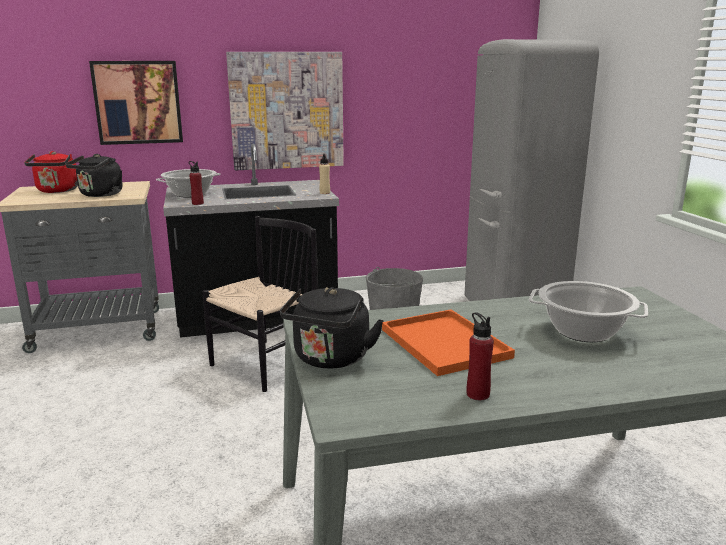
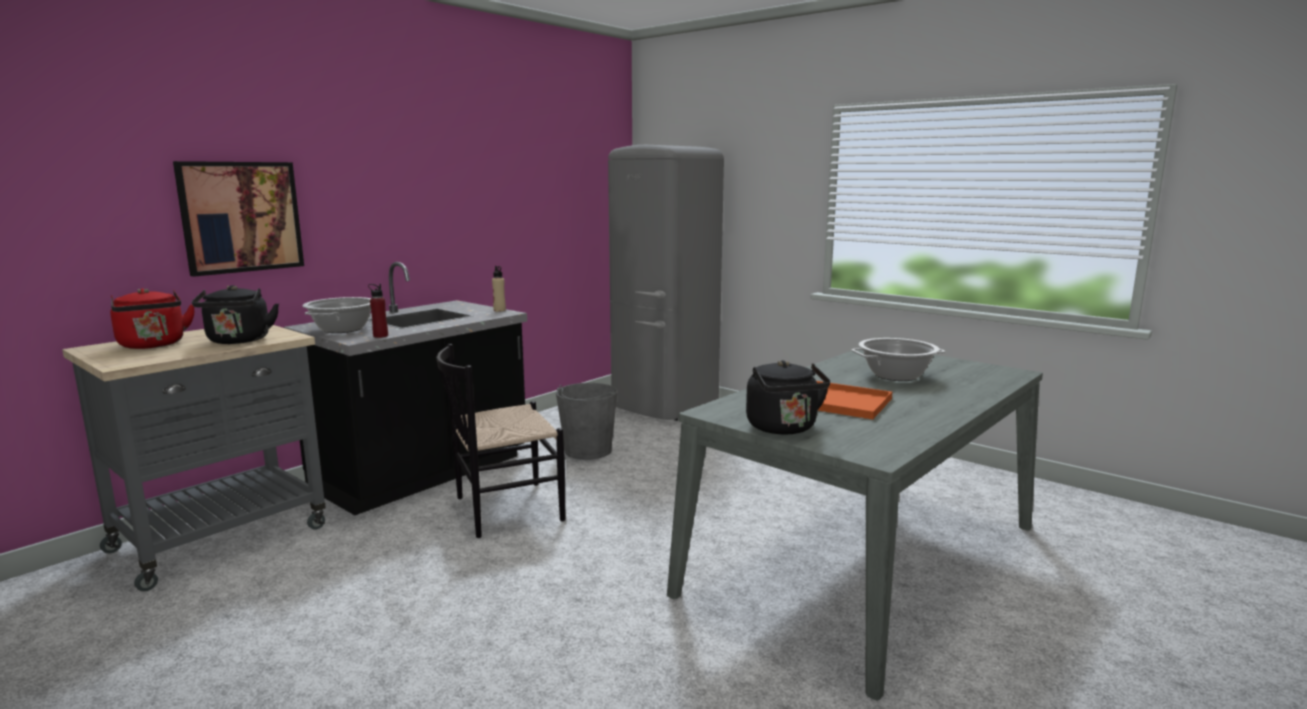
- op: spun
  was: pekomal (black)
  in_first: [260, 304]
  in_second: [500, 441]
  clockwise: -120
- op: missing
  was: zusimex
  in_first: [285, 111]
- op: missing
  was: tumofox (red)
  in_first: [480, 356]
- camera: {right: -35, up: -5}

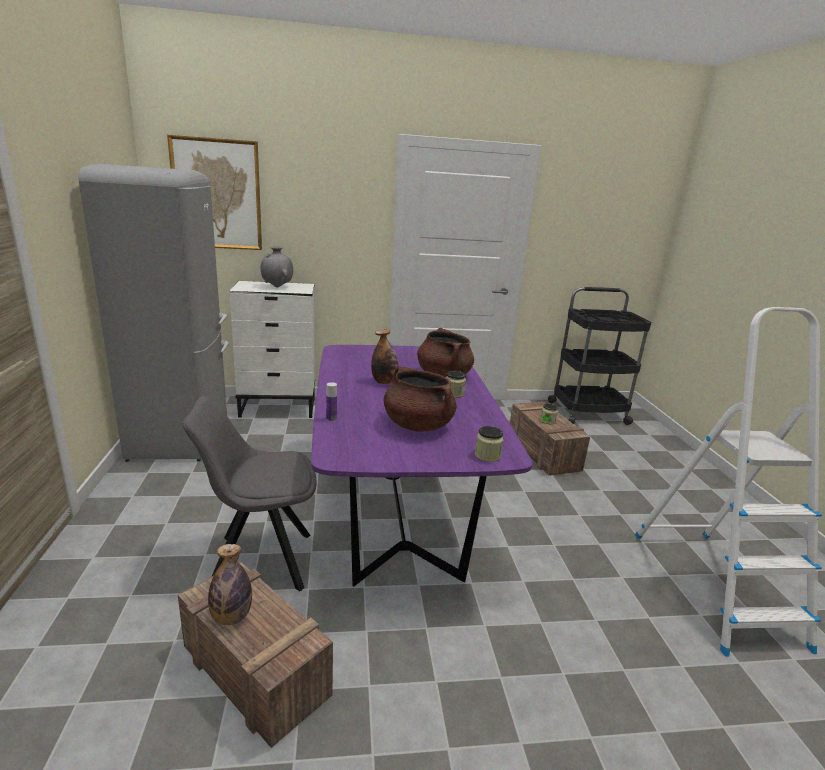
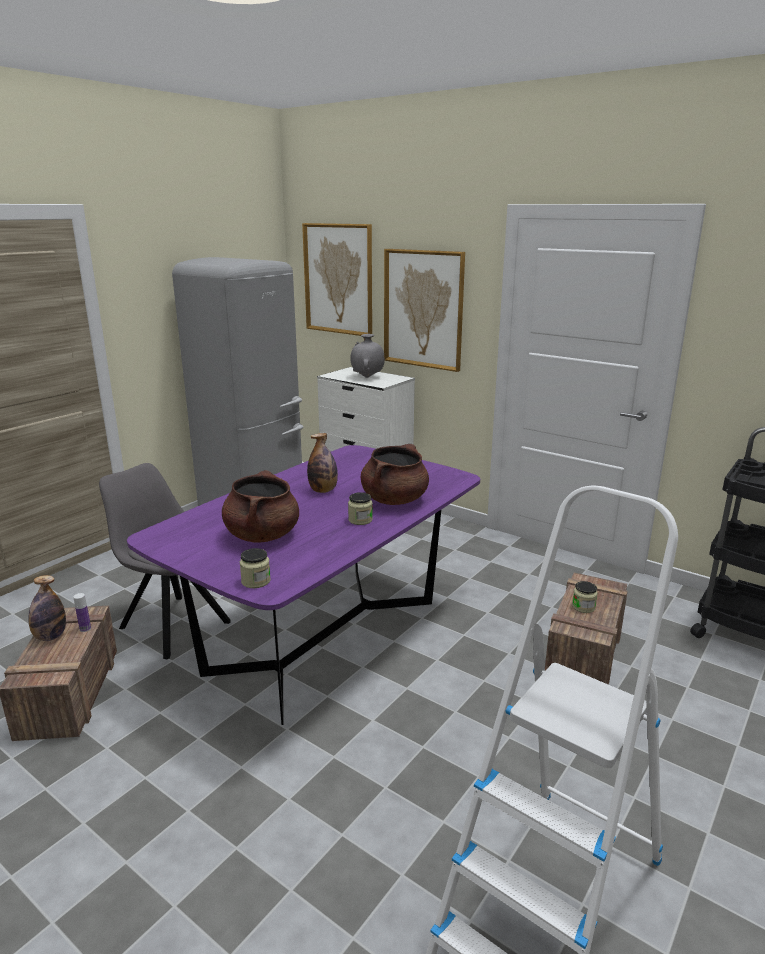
- op: relocated
  was: tumofox
  in_first: [331, 402]
  in_second: [82, 612]
- op: appeared
  now: zusimex
  in_second: [424, 310]
- camera: {right: 45, up: 0}

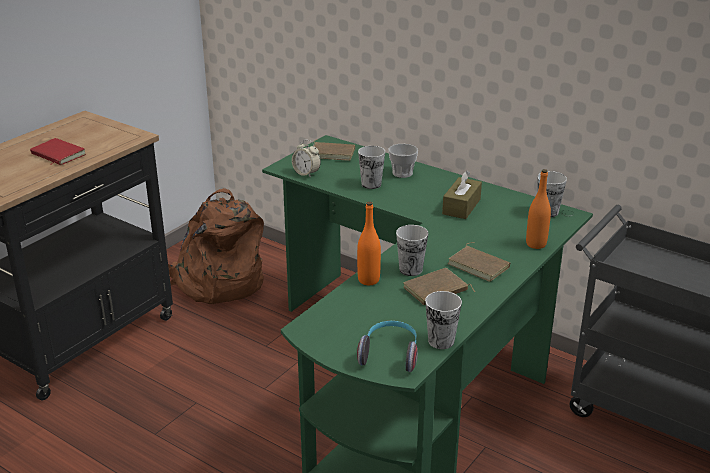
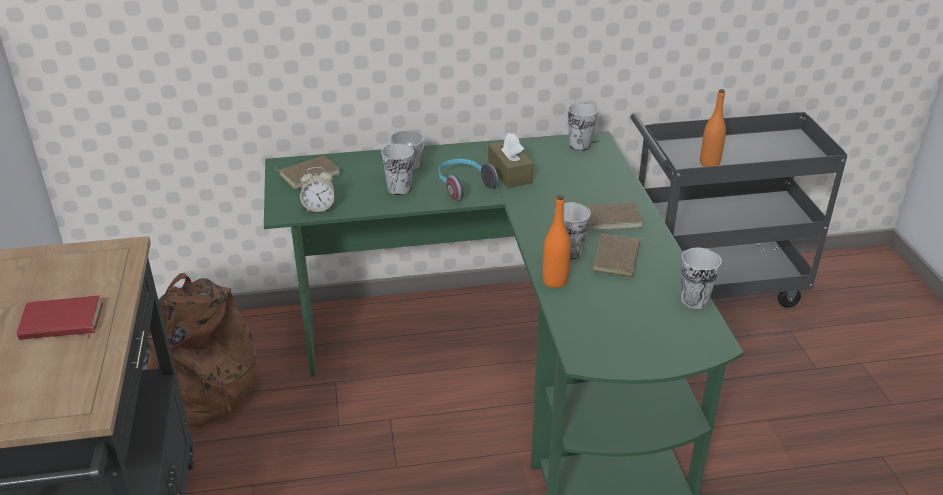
- op: relocated
  was: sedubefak
  in_first: [387, 346]
  in_second: [468, 180]
- op: relocated
  was: tumofox (orange)
  in_first: [538, 209]
  in_second: [713, 128]
- camera: {right: -45, up: 5}

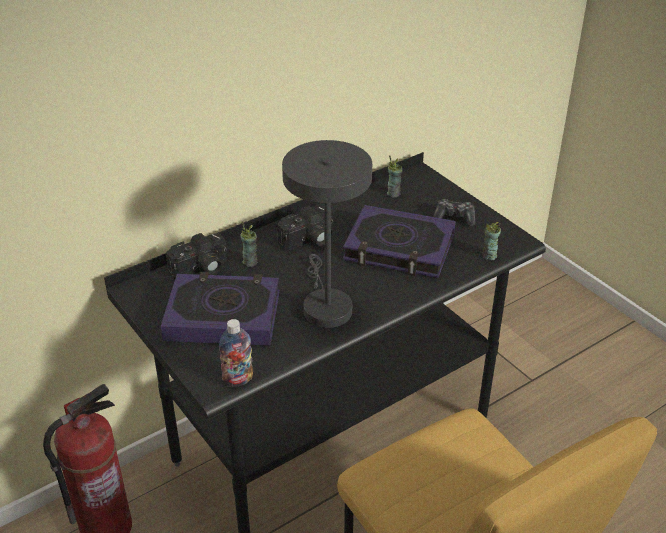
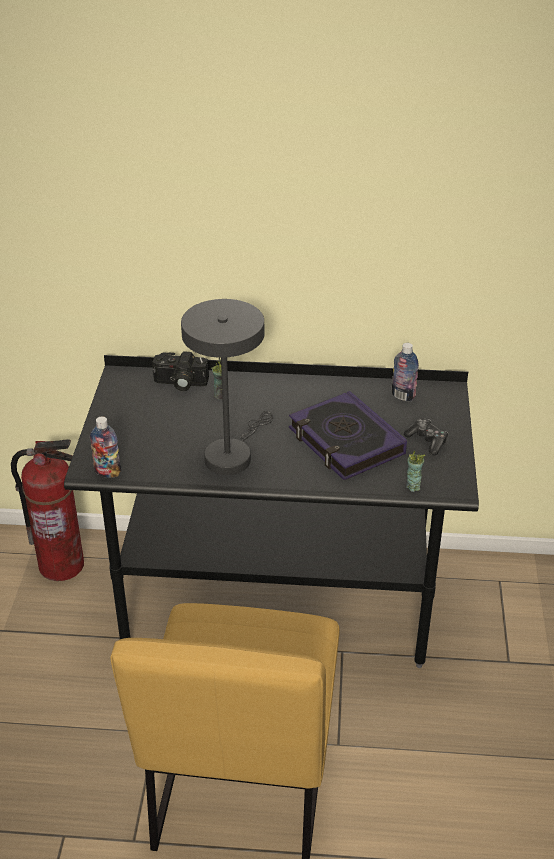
- op: missing
  was: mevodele
  in_first: [220, 309]
- op: missing
  was: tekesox
  in_first: [305, 228]
- op: exchanged
  was: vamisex
  now: tumofox
  in_first: [395, 176]
  in_second: [405, 372]
- camera: {right: 40, up: 0}

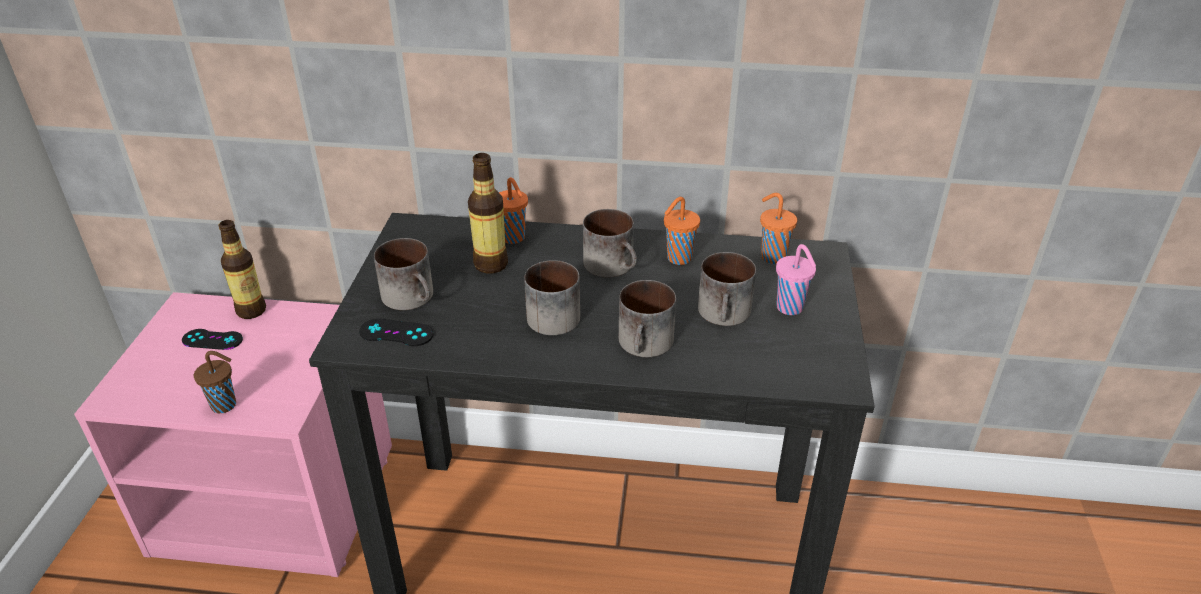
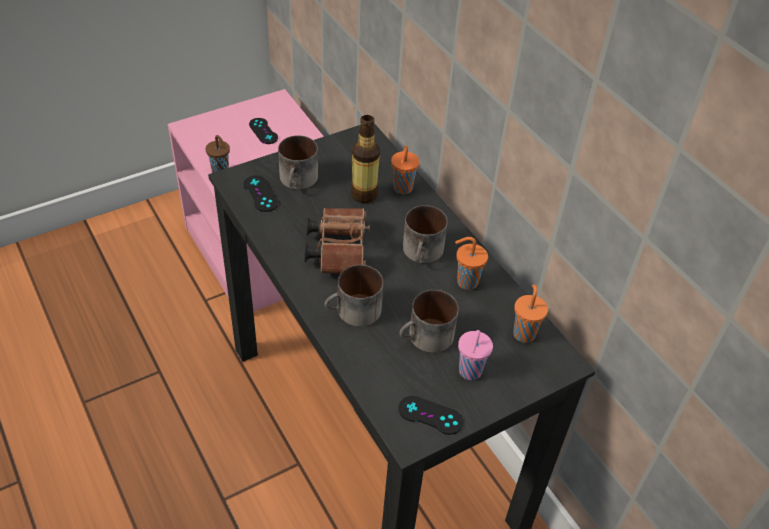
- op: missing
  was: tumofox
  in_first: [242, 269]
- op: exchanged
  was: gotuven
  now: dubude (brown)
  in_first: [552, 297]
  in_second: [337, 241]
- op: appeared
  now: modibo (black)
  in_second: [430, 415]
- camera: {right: 50, up: 10}

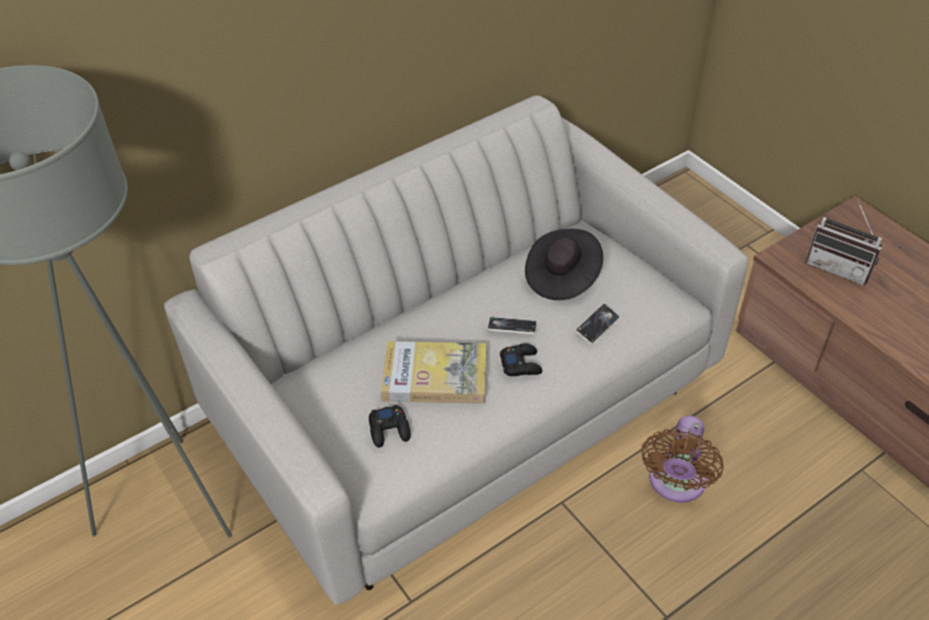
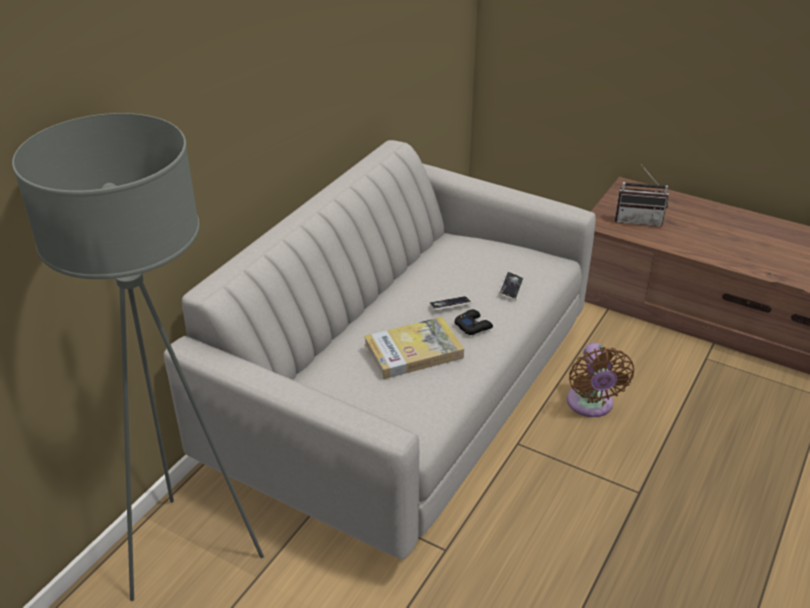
- op: missing
  was: modibo (black)
  in_first: [390, 426]
- op: missing
  was: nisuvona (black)
  in_first: [564, 264]
- camera: {right: -25, up: -10}

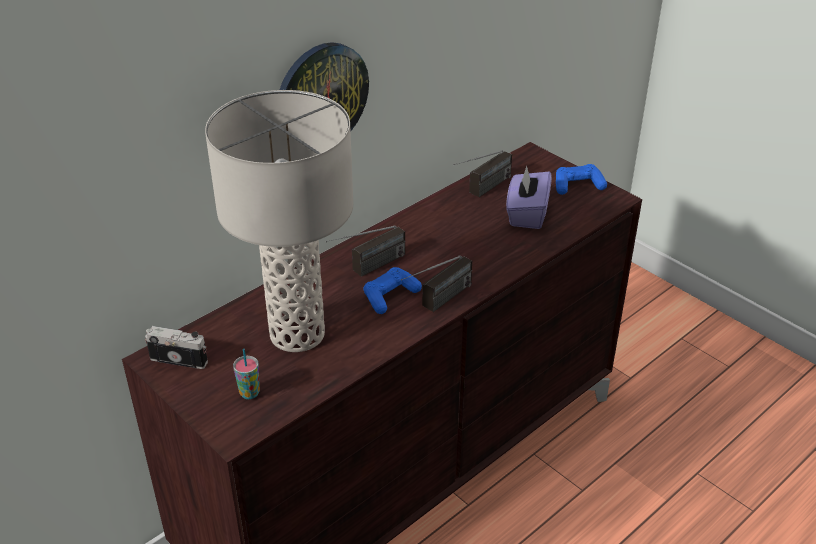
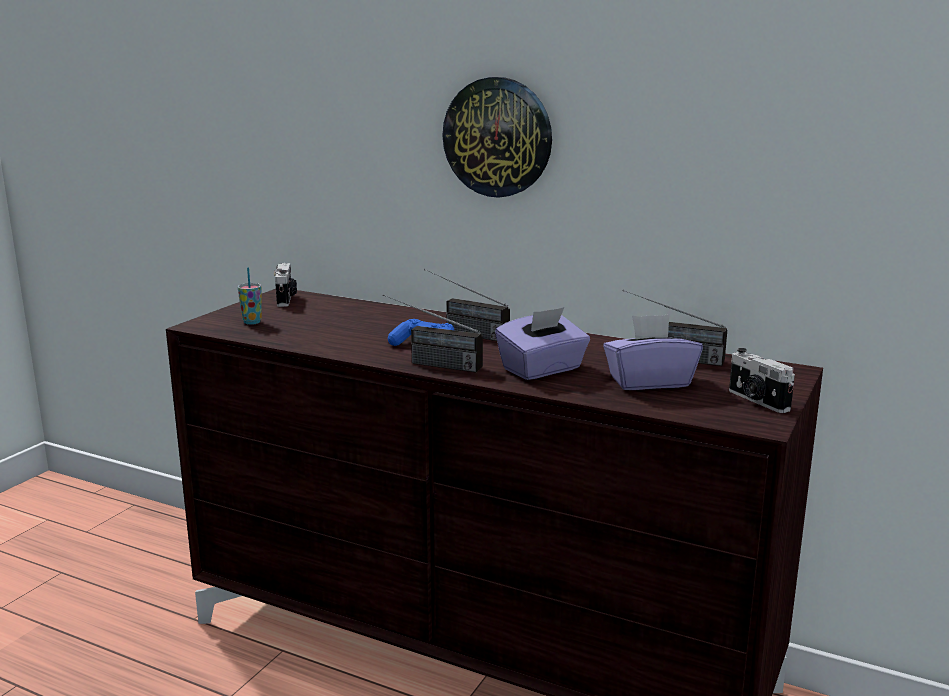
- op: missing
  was: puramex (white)
  in_first: [279, 221]
- op: exchanged
  was: modibo (blue)
  now: tekesox
  in_first: [581, 179]
  in_second: [762, 380]
- op: appeared
  now: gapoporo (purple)
  in_second: [542, 343]
- camera: {right: 70, up: -20}

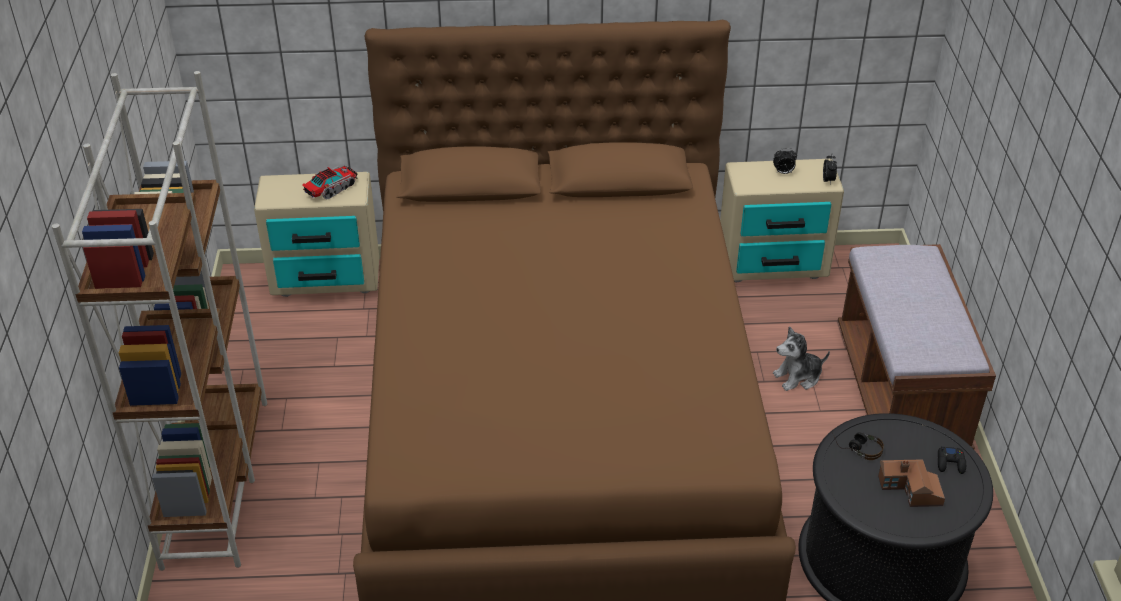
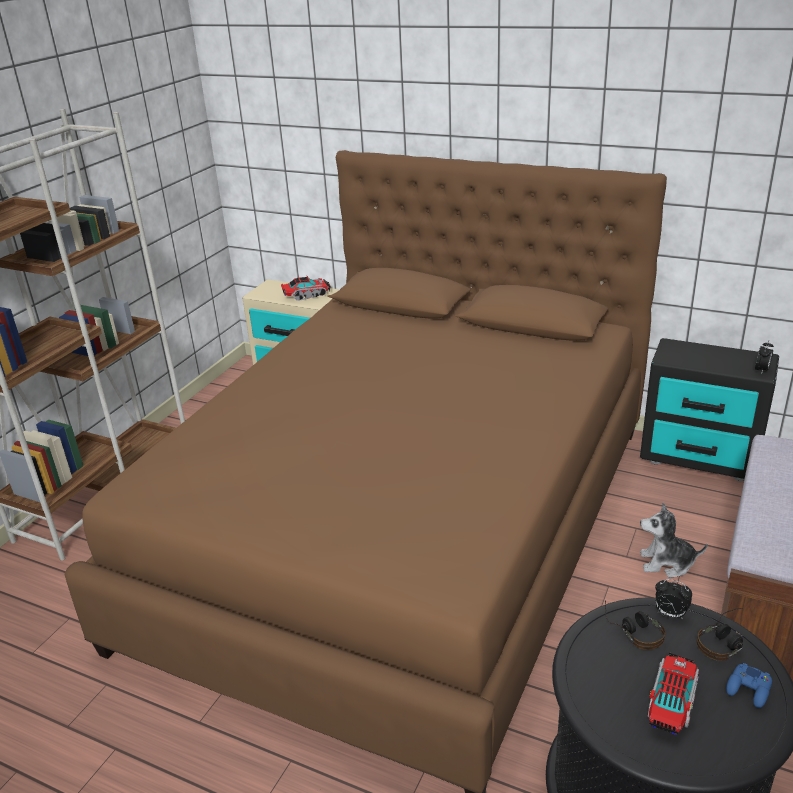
- op: colour
  was: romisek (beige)
  now: romisek (black)
  in_first: [782, 220]
  in_second: [709, 409]
- op: relocated
  was: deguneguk
  in_first: [785, 161]
  in_second: [673, 599]
- op: exchanged
  was: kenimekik
  now: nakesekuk
  in_first: [911, 483]
  in_second: [673, 694]
- op: colour
  was: modibo (black)
  now: modibo (blue)
  in_first: [952, 460]
  in_second: [749, 685]
- op: appeared
  now: sedubefak
  in_second: [719, 634]
- camera: {right: 30, up: -10}

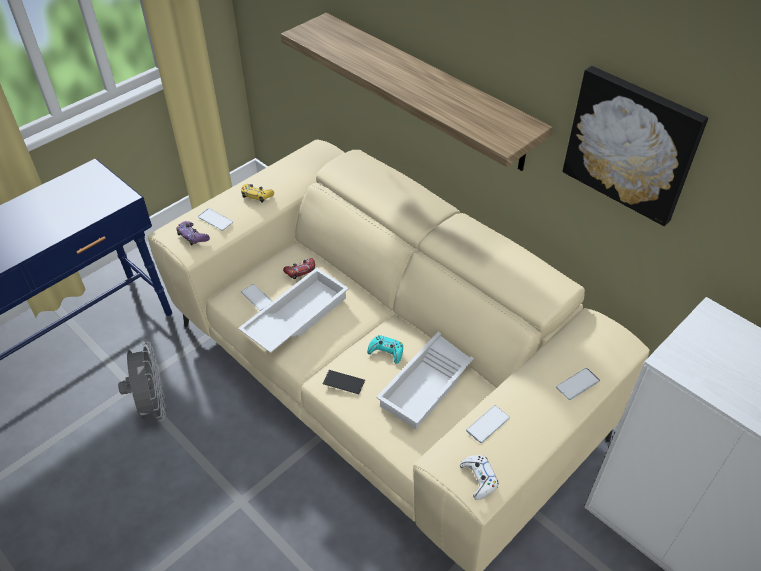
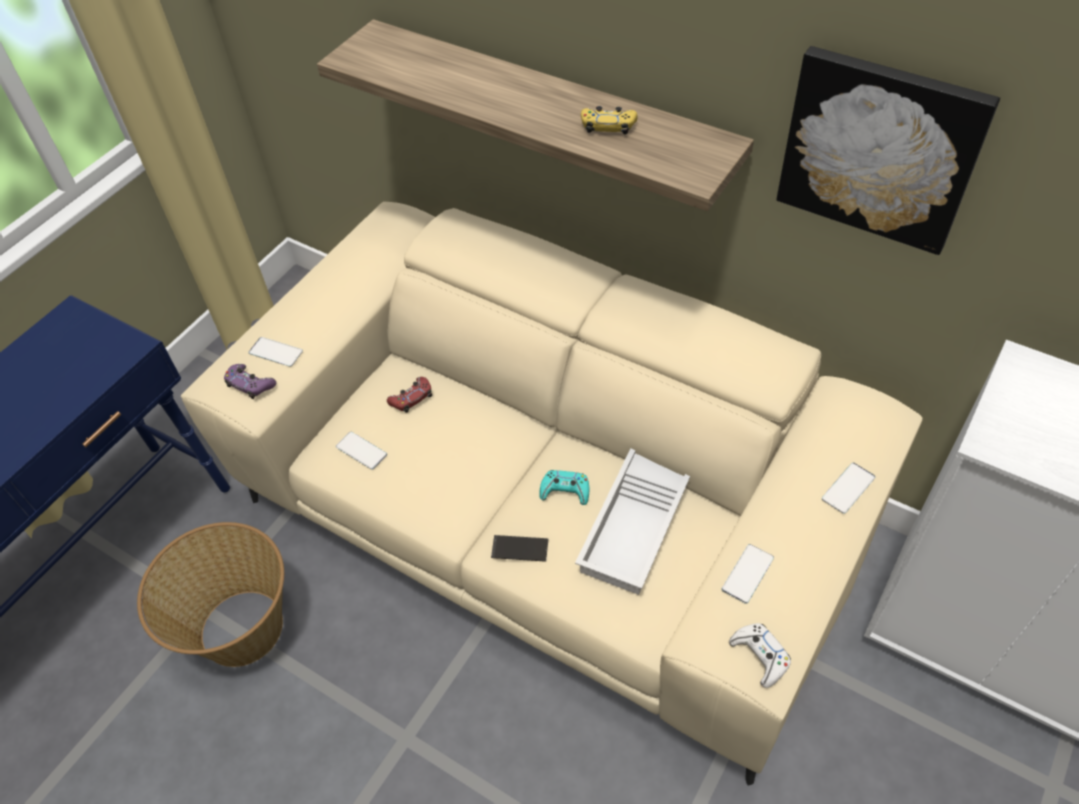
- op: exchanged
  was: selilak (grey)
  now: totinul
  in_first: [142, 381]
  in_second: [210, 594]
- op: missing
  was: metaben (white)
  in_first: [293, 310]
- op: relocated
  was: modibo (yellow)
  in_first: [257, 193]
  in_second: [609, 120]
- camera: {right: -10, up: 5}

